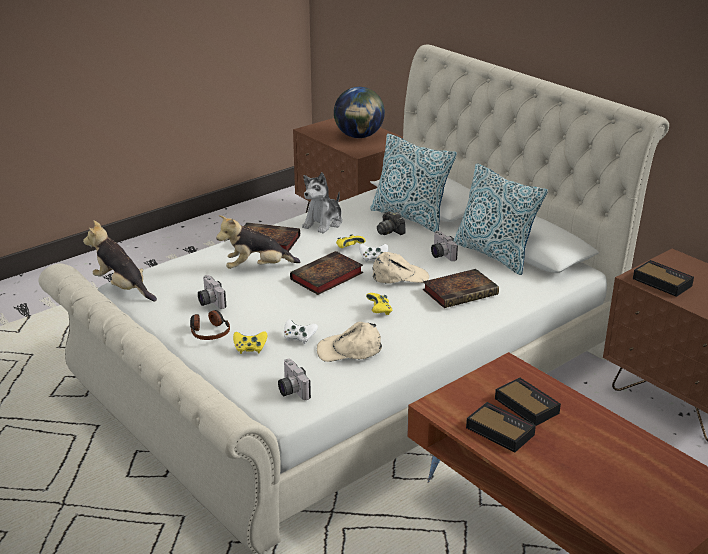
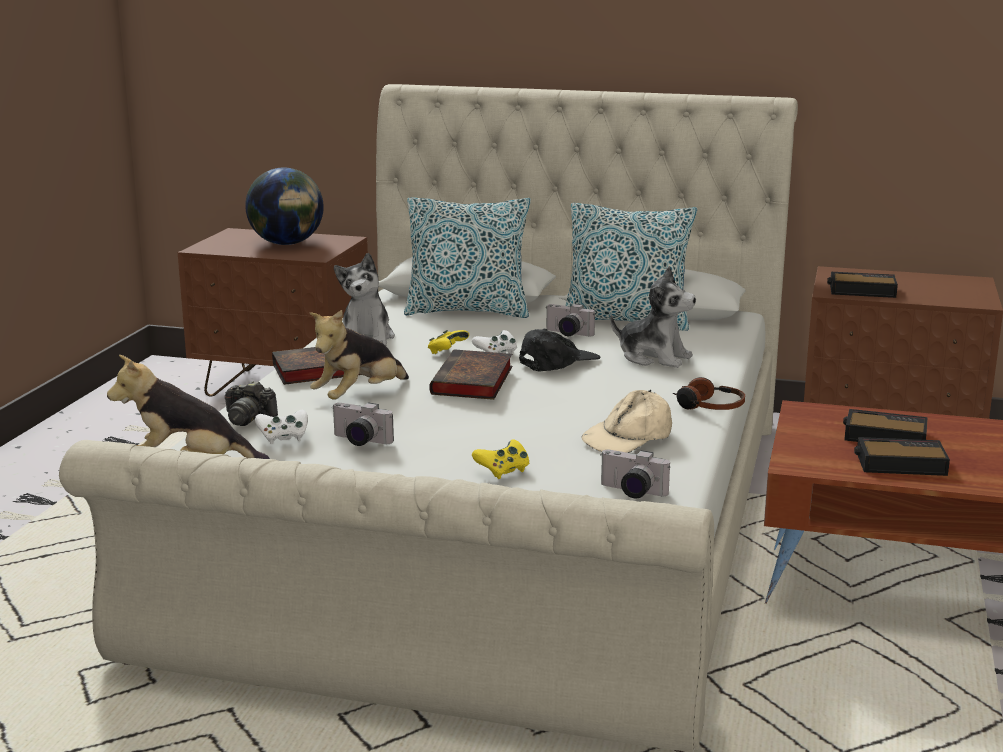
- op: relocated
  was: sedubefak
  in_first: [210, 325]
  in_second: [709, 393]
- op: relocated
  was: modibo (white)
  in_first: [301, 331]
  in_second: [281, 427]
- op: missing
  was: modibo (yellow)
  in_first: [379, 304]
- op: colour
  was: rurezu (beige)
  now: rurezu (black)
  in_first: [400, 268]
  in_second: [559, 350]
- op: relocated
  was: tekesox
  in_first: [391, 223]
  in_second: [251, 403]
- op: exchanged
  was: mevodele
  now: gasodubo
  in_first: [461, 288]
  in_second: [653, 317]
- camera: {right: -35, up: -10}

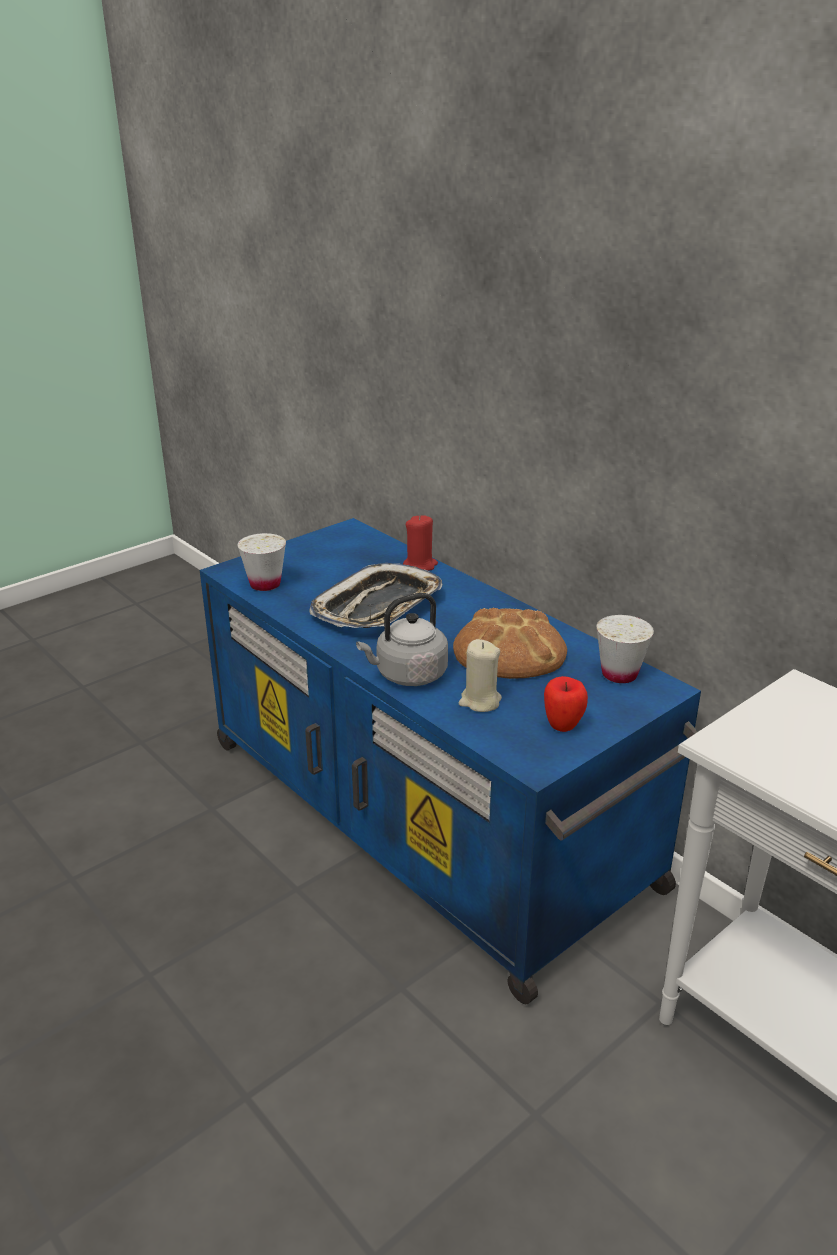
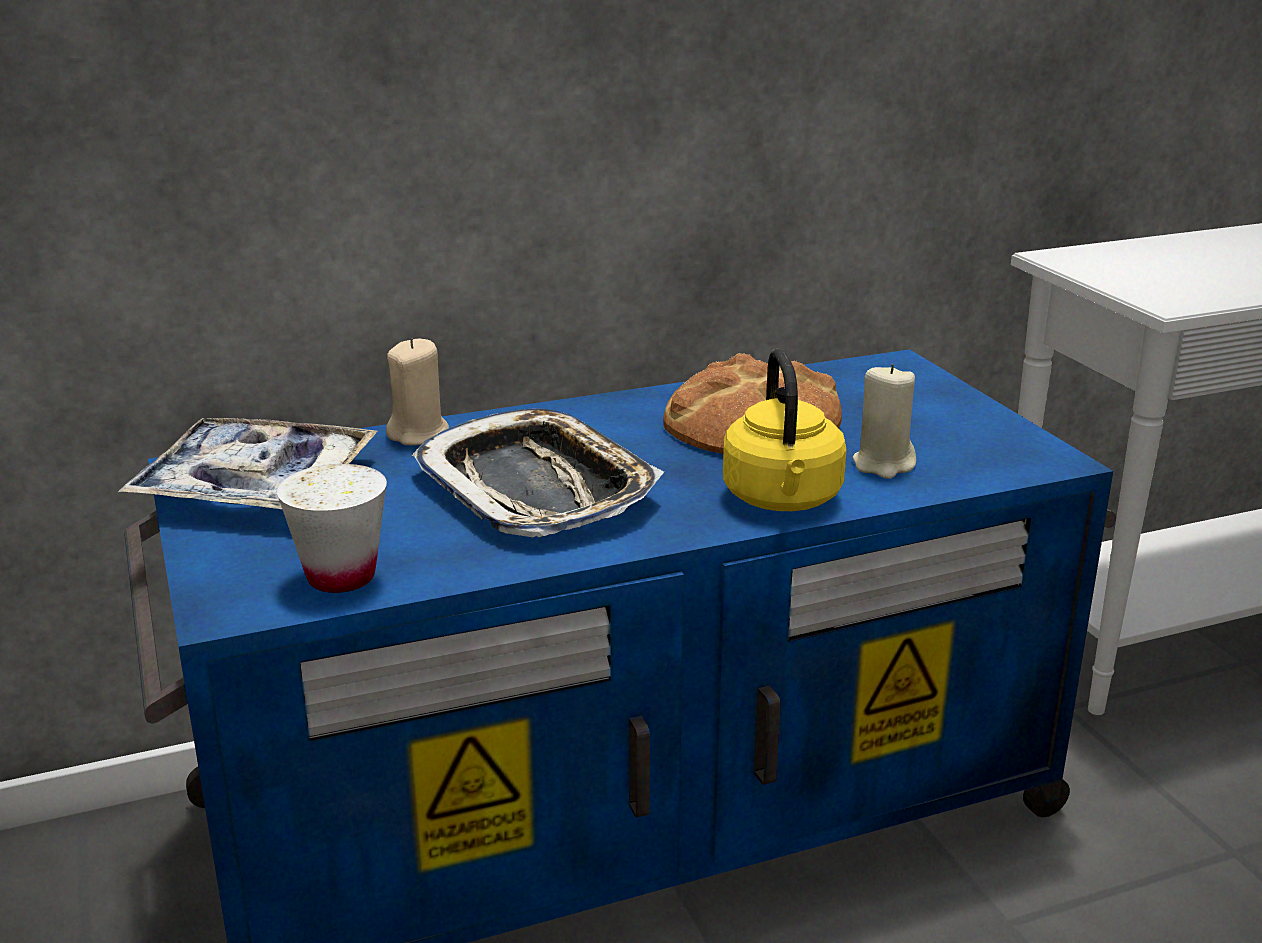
- op: colour
  was: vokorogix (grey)
  now: vokorogix (yellow)
  in_first: [402, 639]
  in_second: [785, 430]
- op: colour
  was: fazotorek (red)
  now: fazotorek (beige)
  in_first: [420, 543]
  in_second: [417, 391]
- op: missing
  was: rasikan
  in_first: [566, 704]
- op: missing
  was: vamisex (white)
  in_first: [625, 649]
- op: appeared
  now: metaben
  in_second: [248, 463]
- camera: {right: -70, up: -5}

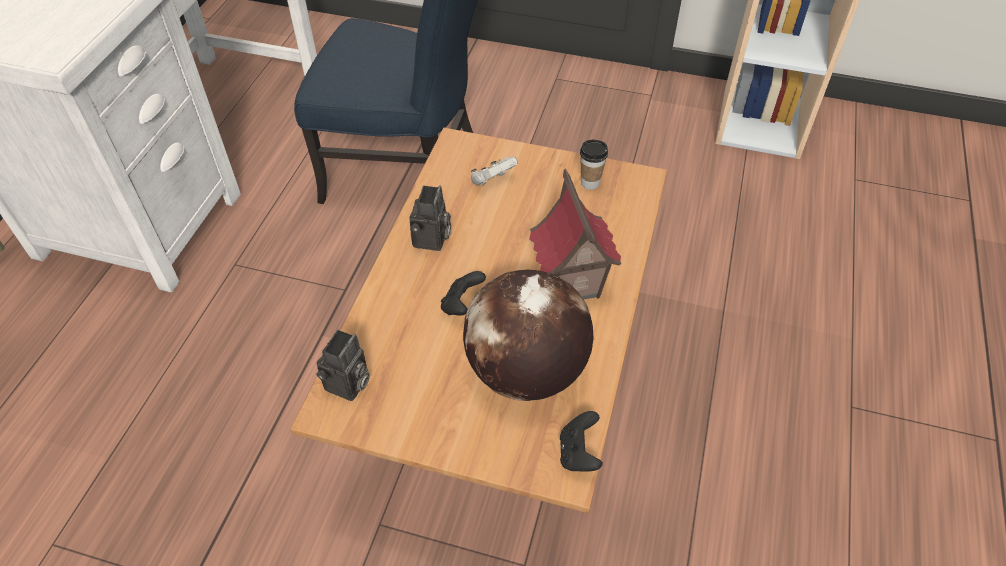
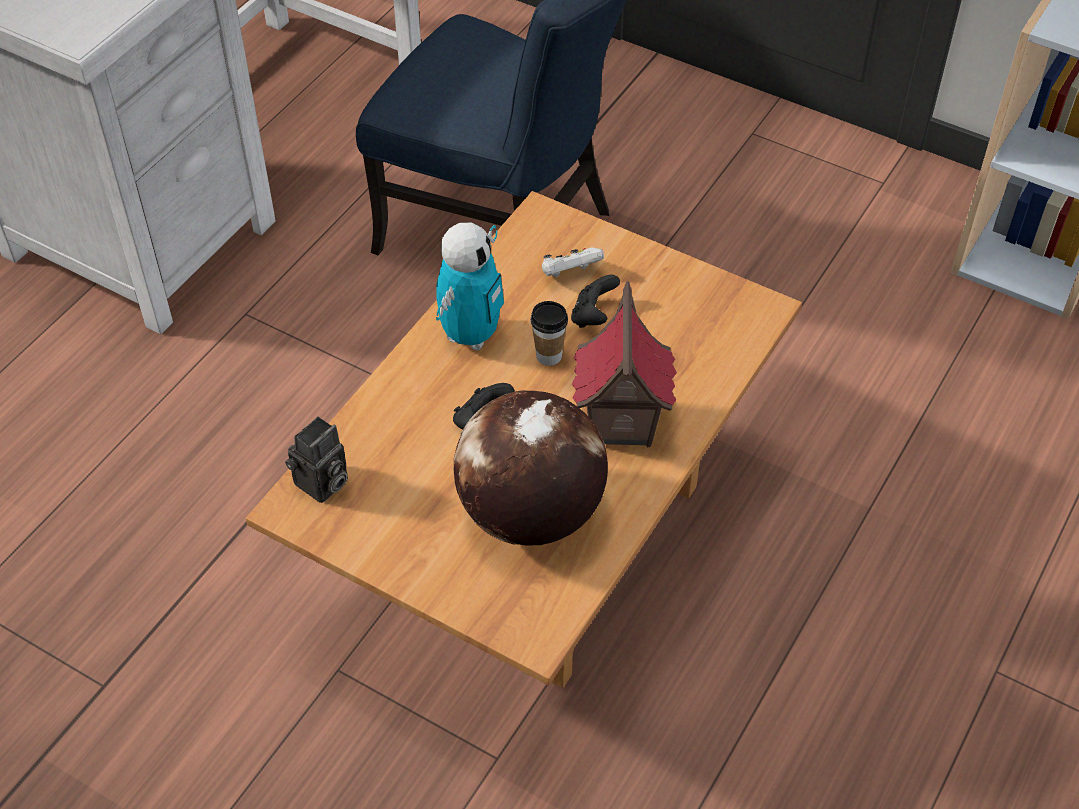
- op: exchanged
  was: tekesox
  now: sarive
  in_first: [430, 218]
  in_second: [470, 287]
- op: relocated
  was: modibo (black)
  in_first: [581, 441]
  in_second: [595, 301]
- op: relocated
  was: vamisex
  in_first: [594, 165]
  in_second: [549, 333]
- camera: {right: 15, up: 0}

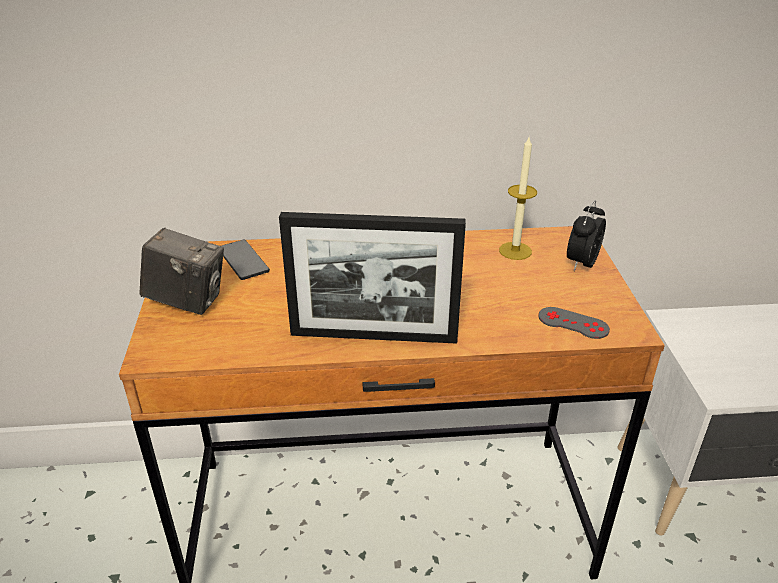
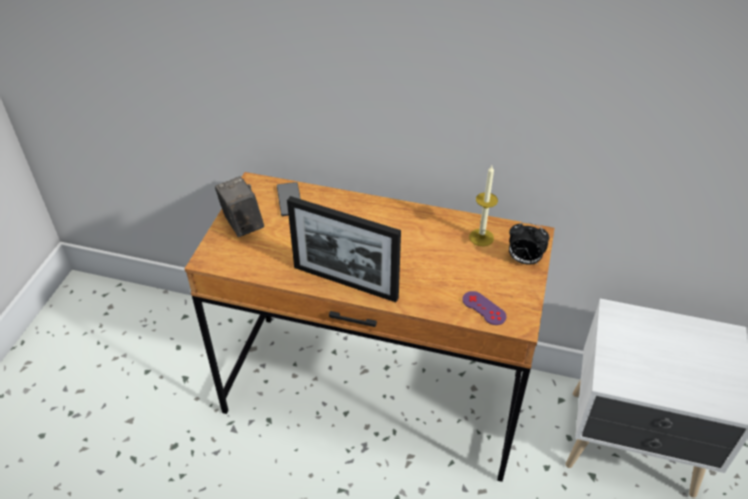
- op: spun
  was: tekesox
  in_first: [181, 271]
  in_second: [239, 206]
  clockwise: -150
- op: colour
  was: modibo (grey)
  now: modibo (purple)
  in_first: [574, 323]
  in_second: [484, 308]
- op: spun
  was: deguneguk
  in_first: [586, 235]
  in_second: [529, 243]
  clockwise: -120
- camera: {right: 20, up: 10}

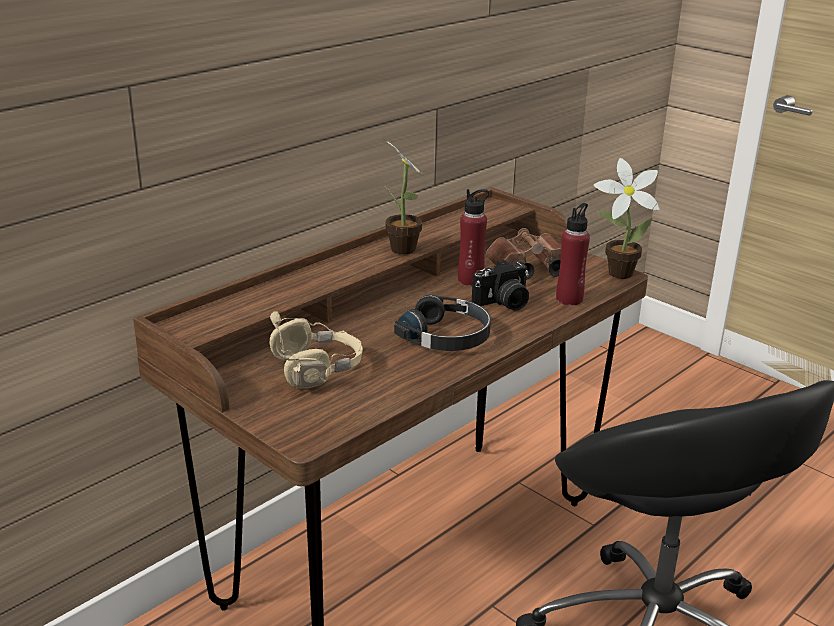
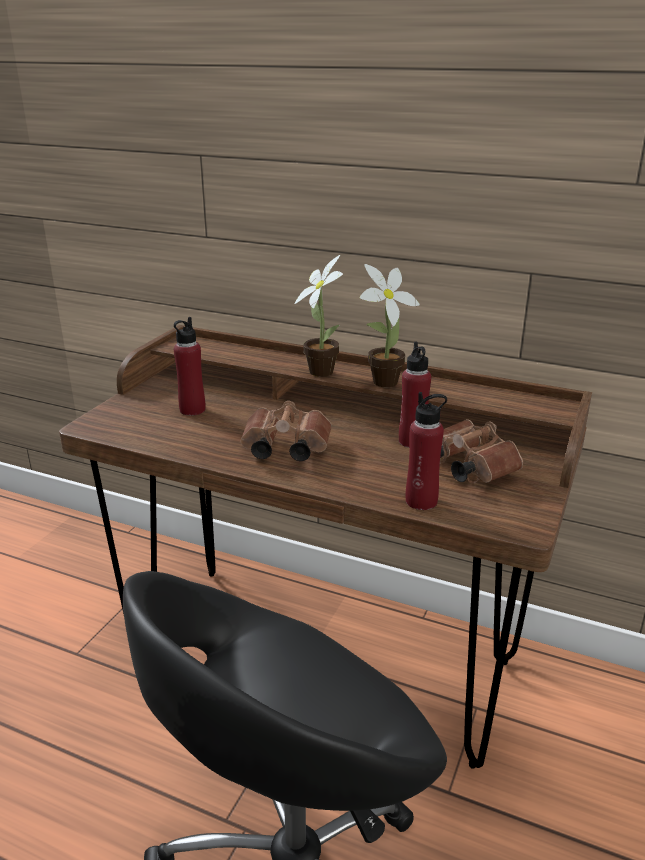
- op: exchanged
  was: sedubefak (beige)
  now: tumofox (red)
  in_first: [316, 350]
  in_second: [189, 366]
- op: exchanged
  was: sedubefak (black)
  now: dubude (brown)
  in_first: [442, 323]
  in_second: [286, 431]
- op: missing
  was: tekesox
  in_first: [500, 285]
- op: relocated
  was: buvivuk
  in_first: [627, 218]
  in_second: [318, 316]
- camera: {right: 70, up: 0}

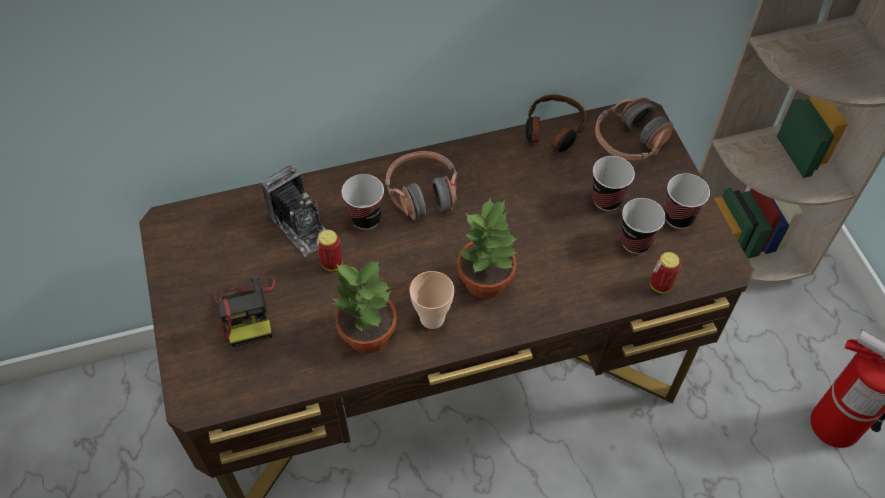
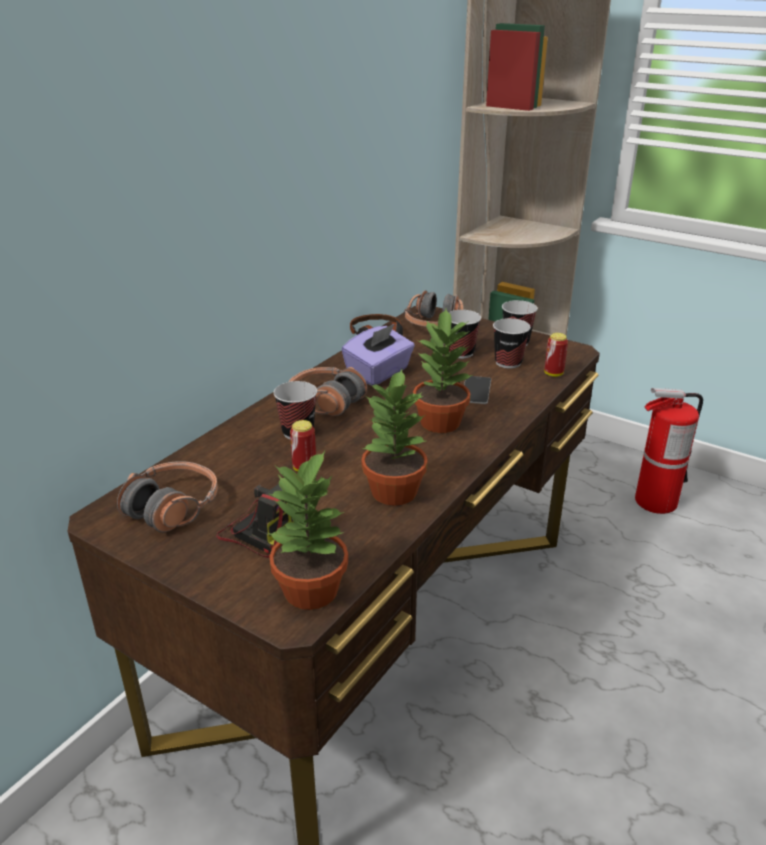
- op: missing
  was: tekesox
  in_first: [294, 211]
- op: missing
  was: vamisex
  in_first: [432, 300]
- op: appeared
  now: sedubefak
  in_second: [167, 496]
- op: appeared
  now: buvivuk
  in_second: [308, 530]
- op: appeared
  now: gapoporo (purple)
  in_second: [378, 355]
- op: appeared
  now: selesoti
  in_second: [477, 390]
- camera: {right: -40, up: -25}

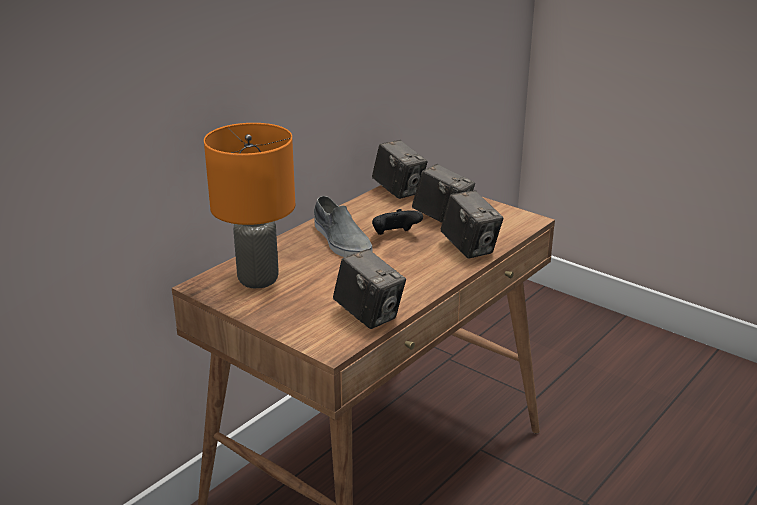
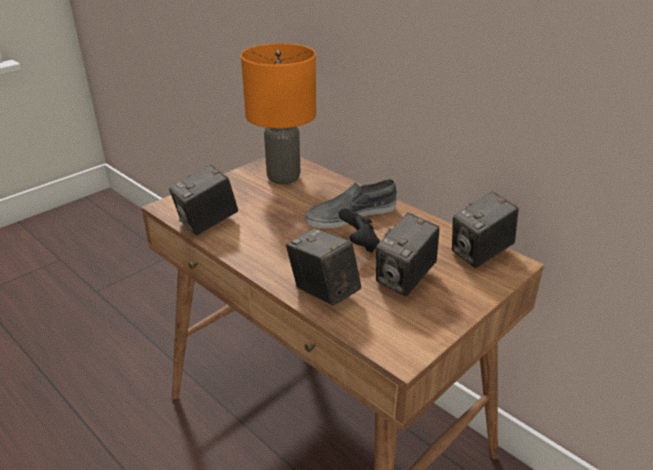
- op: spun
  was: tekesox
  in_first: [472, 224]
  in_second: [323, 267]
  clockwise: 75
- camera: {right: 95, up: 5}

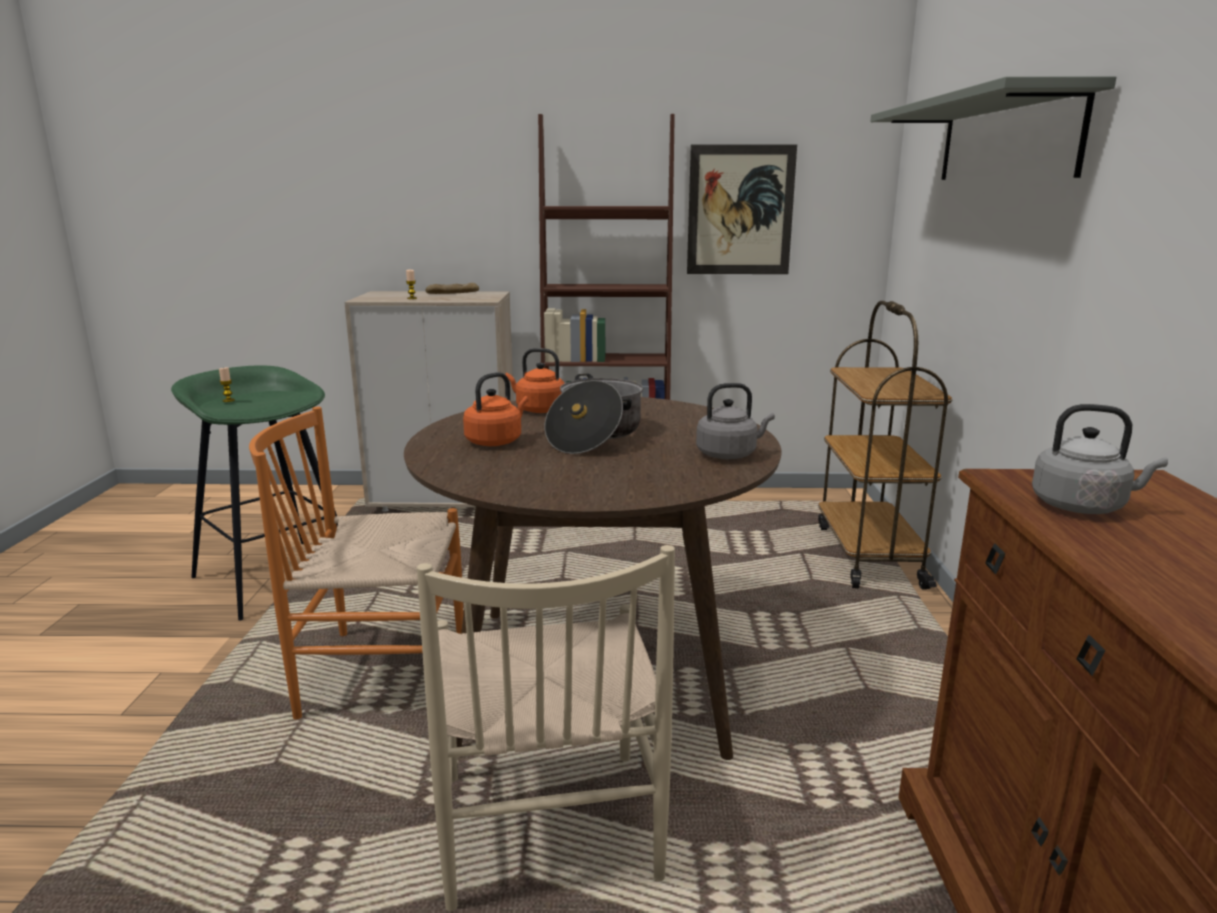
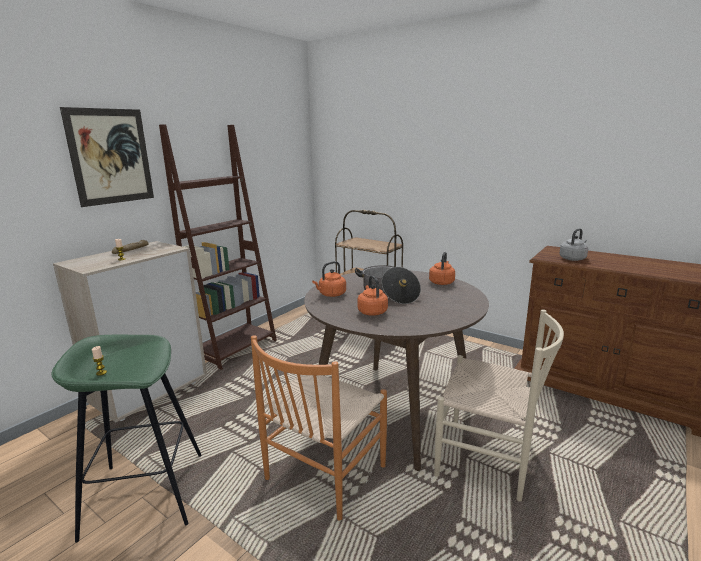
- op: relocated
  was: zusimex
  in_first: [742, 209]
  in_second: [107, 157]
- op: colour
  was: vokorogix (grey)
  now: vokorogix (orange)
  in_first: [735, 421]
  in_second: [442, 268]
- op: missing
  was: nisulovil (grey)
  in_first: [993, 128]
- camera: {right: -55, up: 0}

